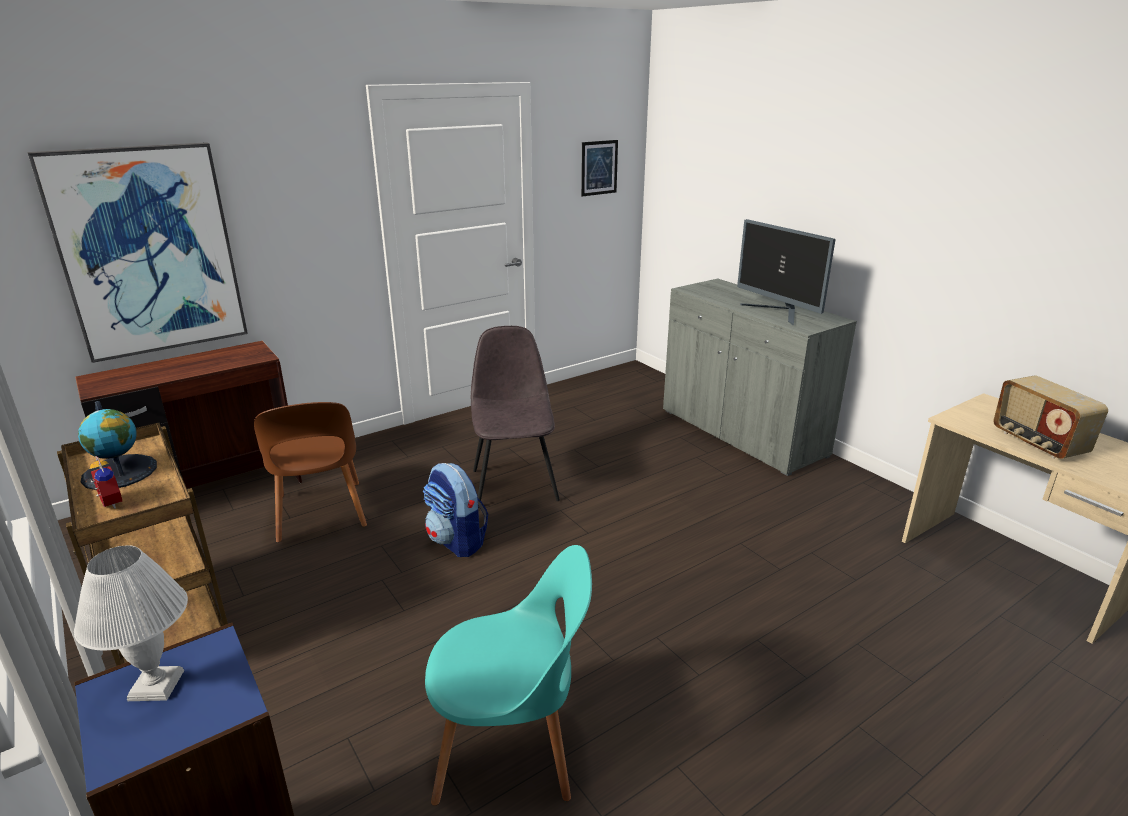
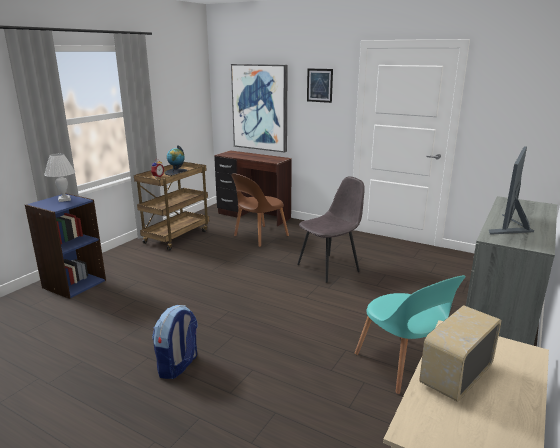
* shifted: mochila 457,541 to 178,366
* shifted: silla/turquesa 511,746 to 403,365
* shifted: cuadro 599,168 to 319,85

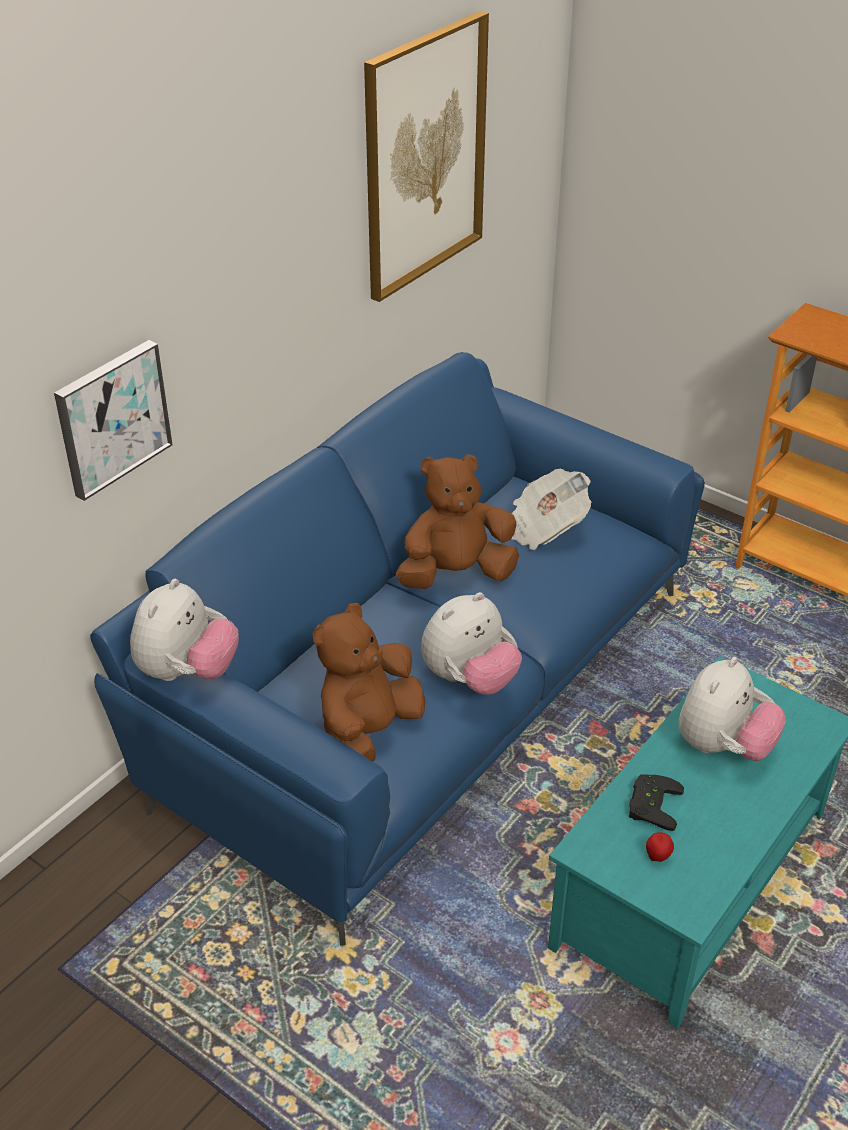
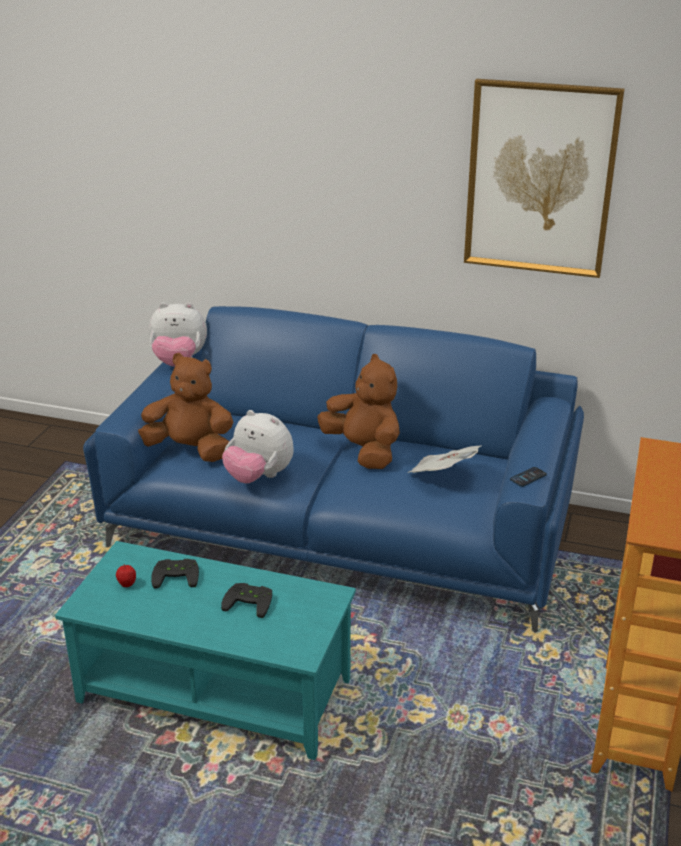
* gone: cuadro 111,418
* swapped: peluche 723,746 to mando de consola/negro 250,601
* new: móvil 528,477

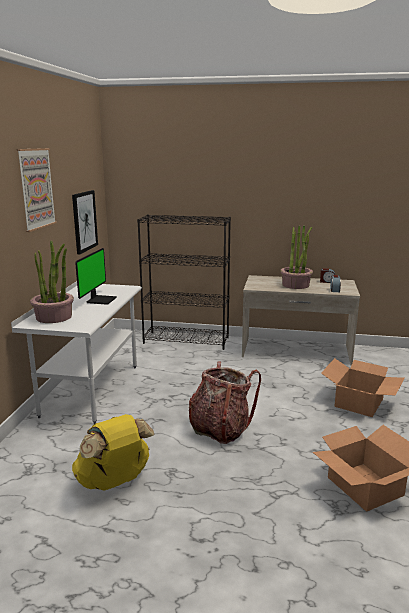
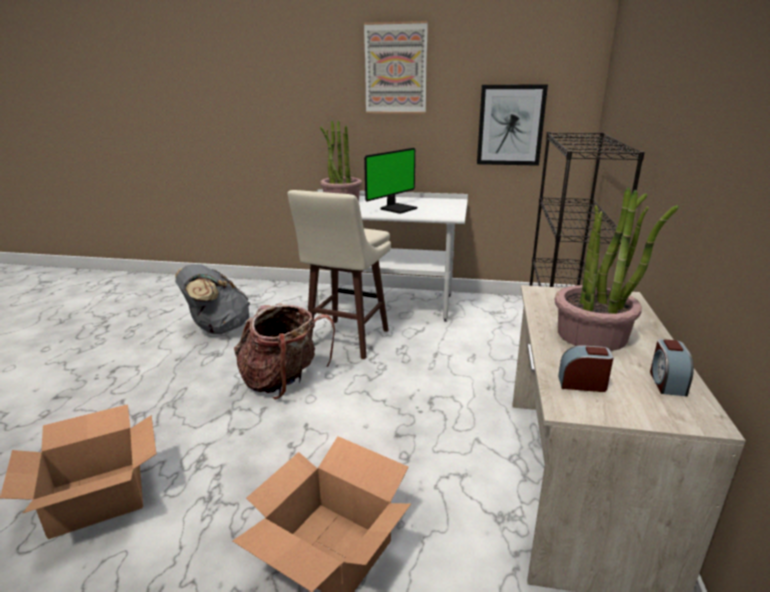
* repainted: mochila/amarillo 114,481 to mochila/gris 218,329
* rotated: monitor 100,300 = 397,208 60 degrees counterclockwise
* new: taburete/beis 346,340

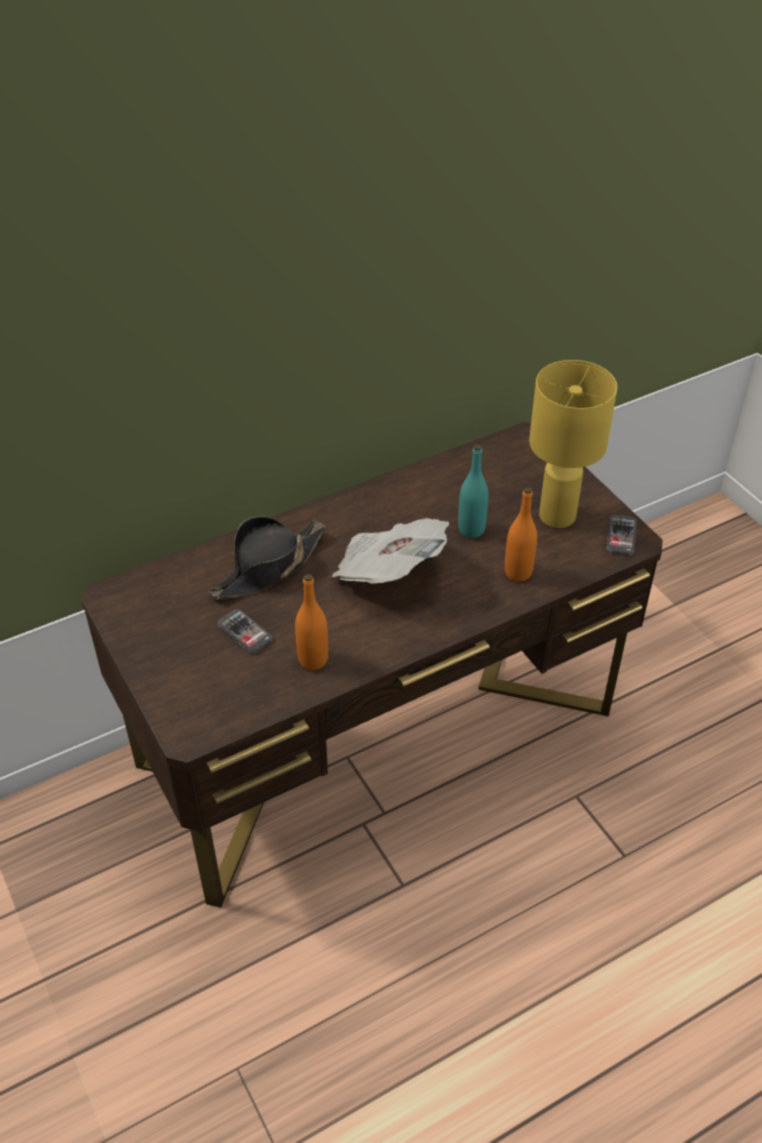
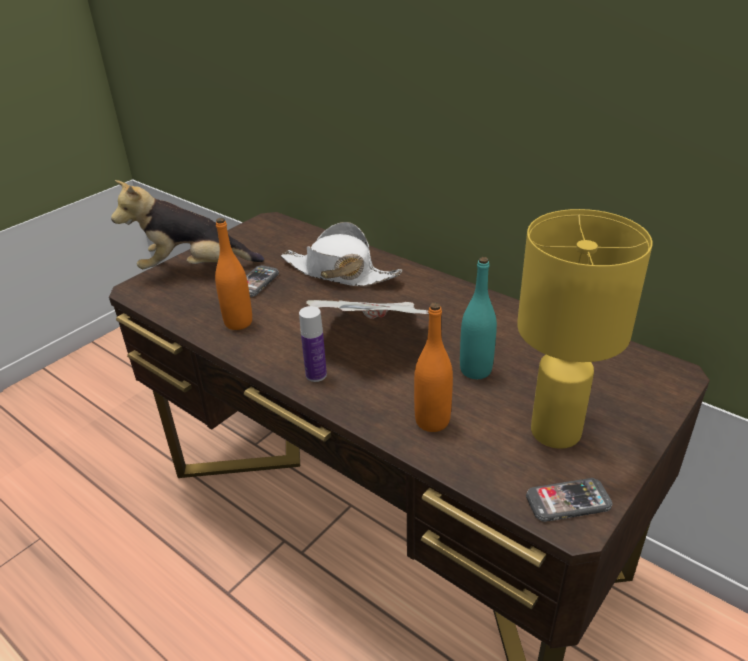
* repainted: sombrero/negro 268,567 to sombrero/blanco 339,272
* new: peluche 193,269
* new: botella 316,375

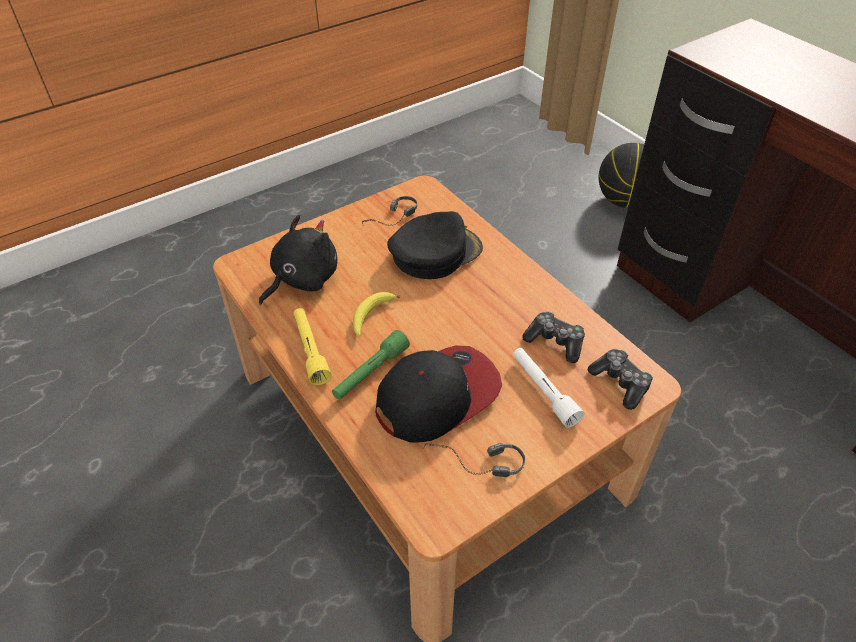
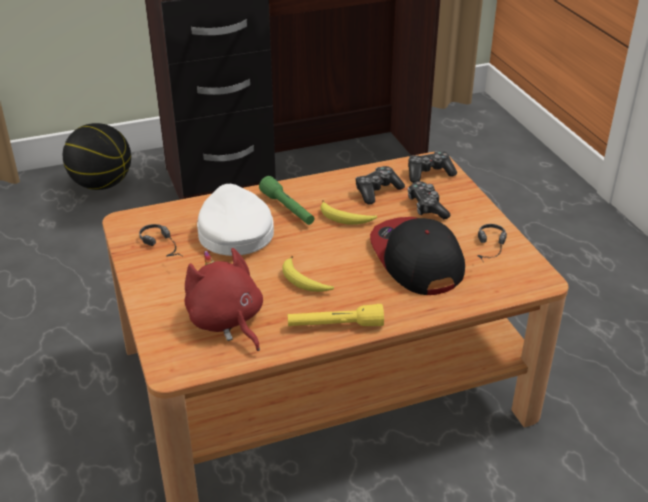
* repainted: peluche/negro 302,279 to peluche/rojo 226,321
* shifted: linterna/verde 370,373 to 288,209
* repainted: gorra/negro 435,252 to gorra/blanco 233,230
* swapped: linterna/blanco 543,391 to mando de consola 426,207
* new: plátano 345,218

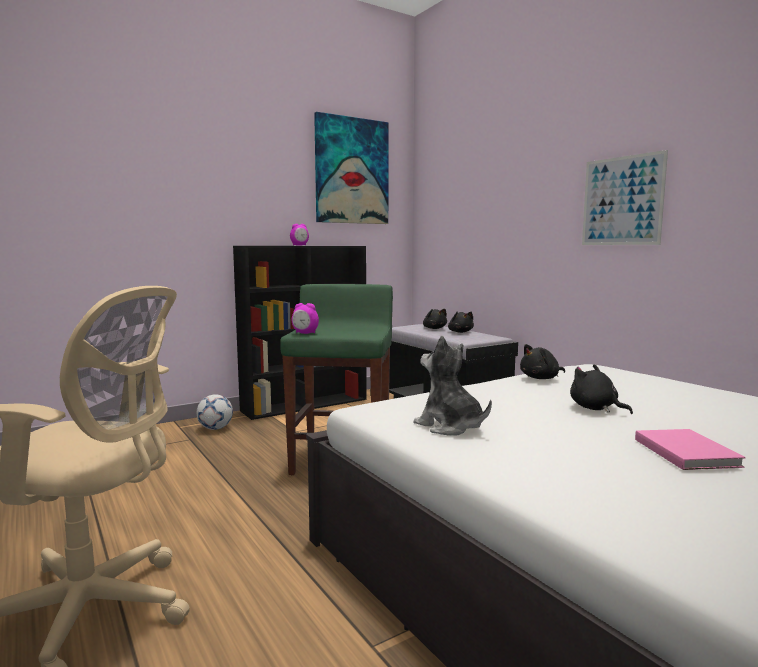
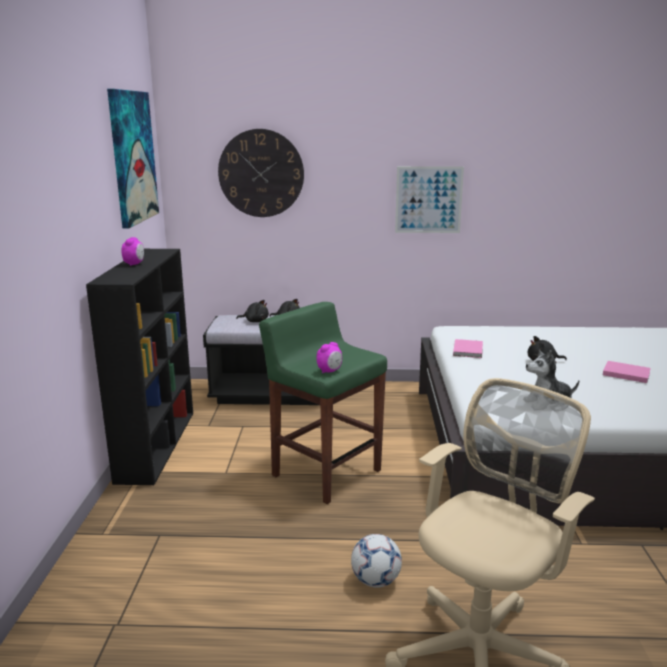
* shifted: balón de fútbol 215,428 to 375,581
* swapped: peluche/negro 541,378 to libro/rosa 468,350
* new: reloj de pared 261,173

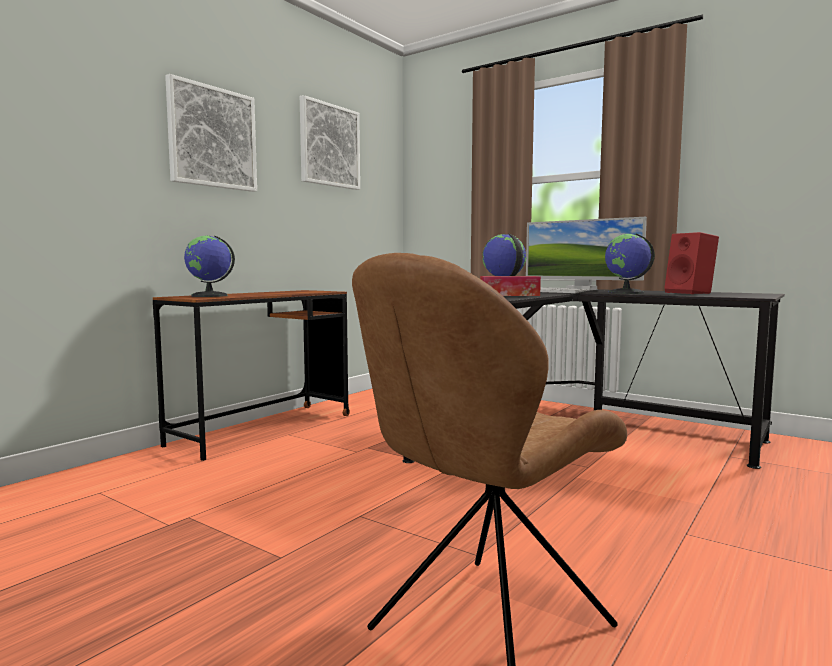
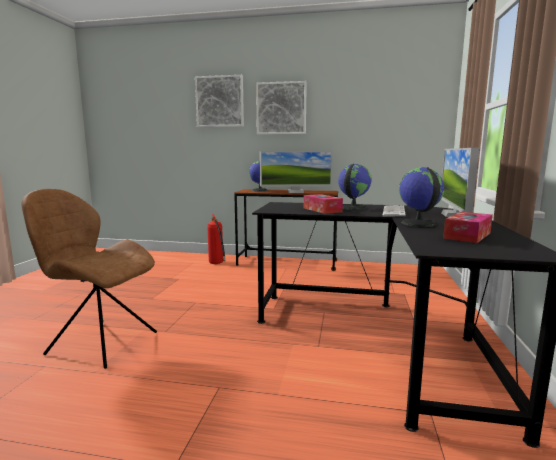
* shifted: cuadro 329,145 to 220,101
* swapped: altavoz/rojo 691,293 to caja de pañuelos 467,235
* new: extintor 217,264
* new: monitor 295,192

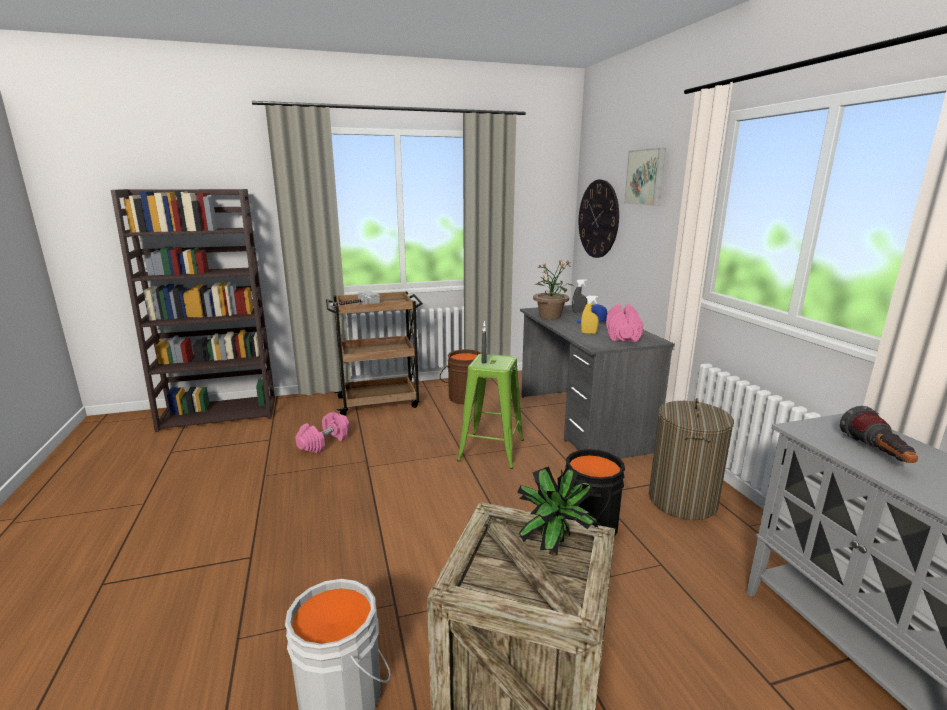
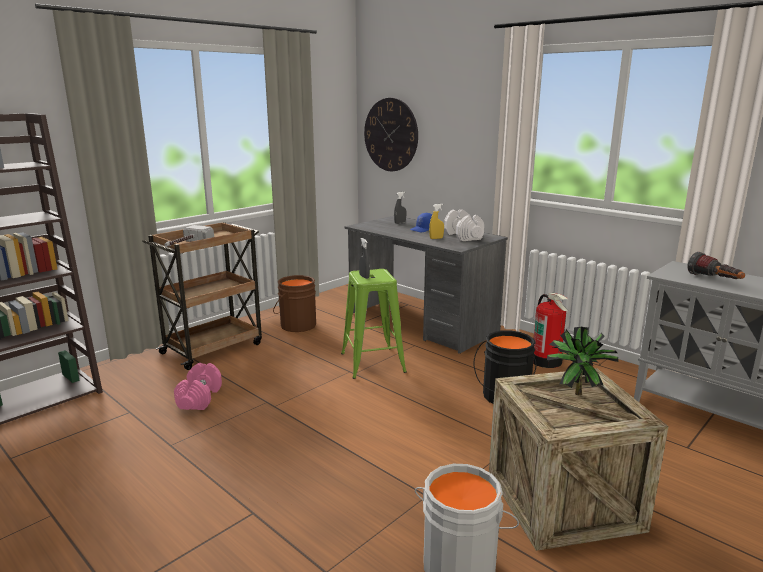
* gone: planta en maceta 550,316
* repainted: mancuerna/rosa 623,335 to mancuerna/blanco 463,236
* gone: cuadro 646,177
* swapped: cesto de la ropa 682,501 to extintor 546,361

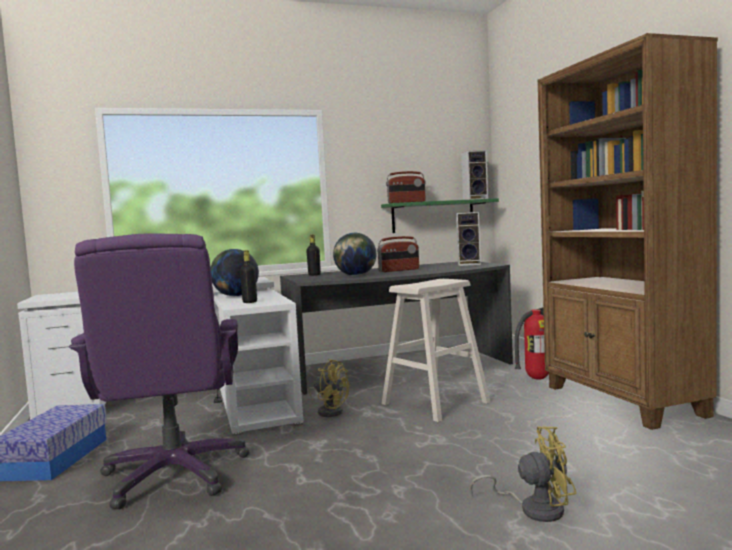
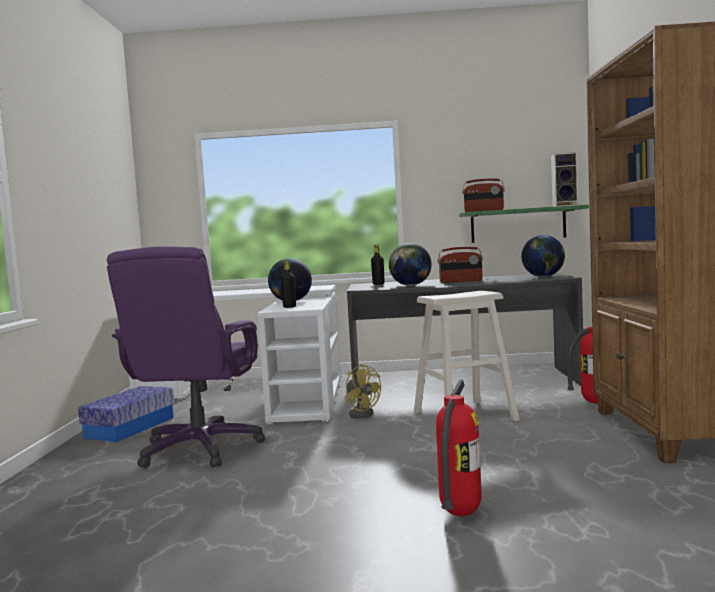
* swapped: altavoz 470,264 to globo terráqueo 543,276
* swapped: ventilador/amarillo 534,509 to extintor 459,514

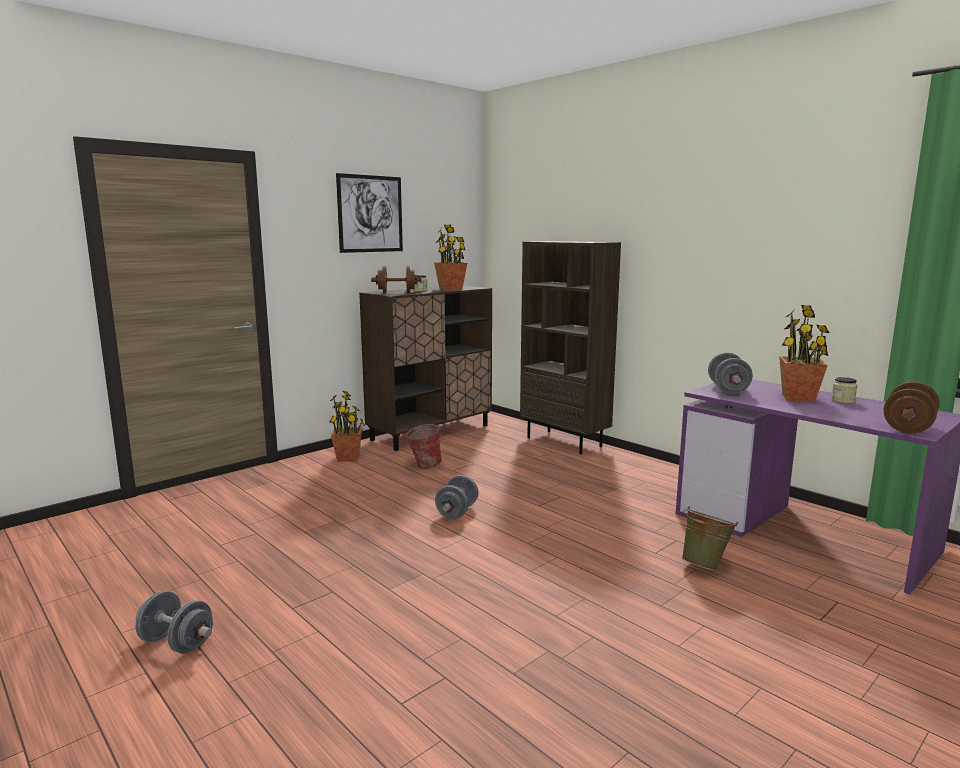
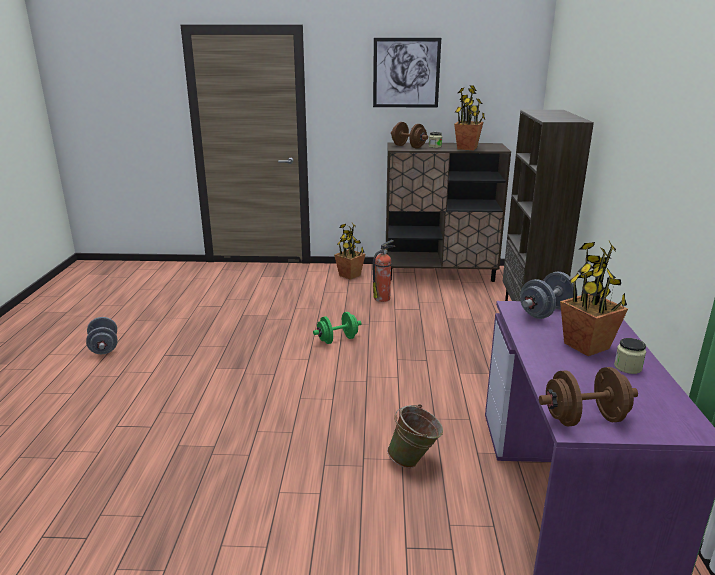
* swapped: cubo 423,466 to extintor 383,298
* repainted: mancuerna/gris 457,512 to mancuerna/verde 337,339

